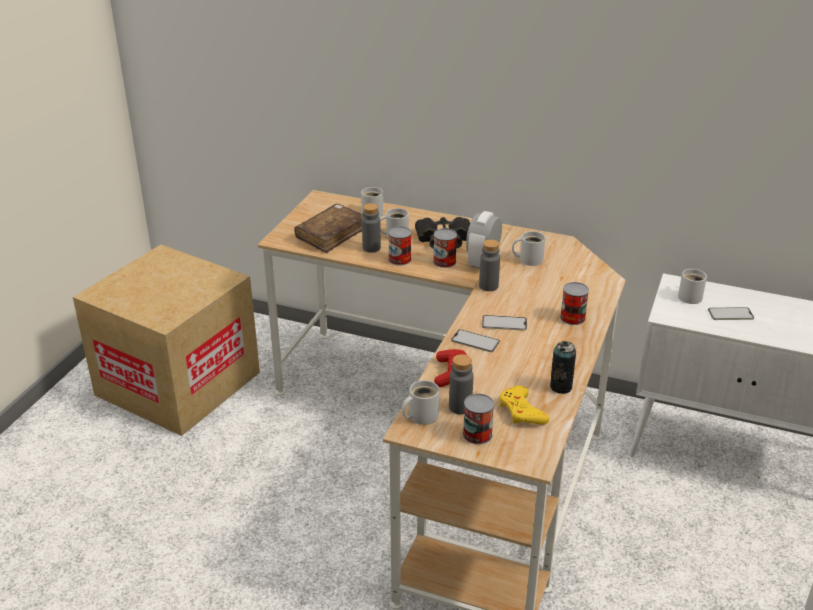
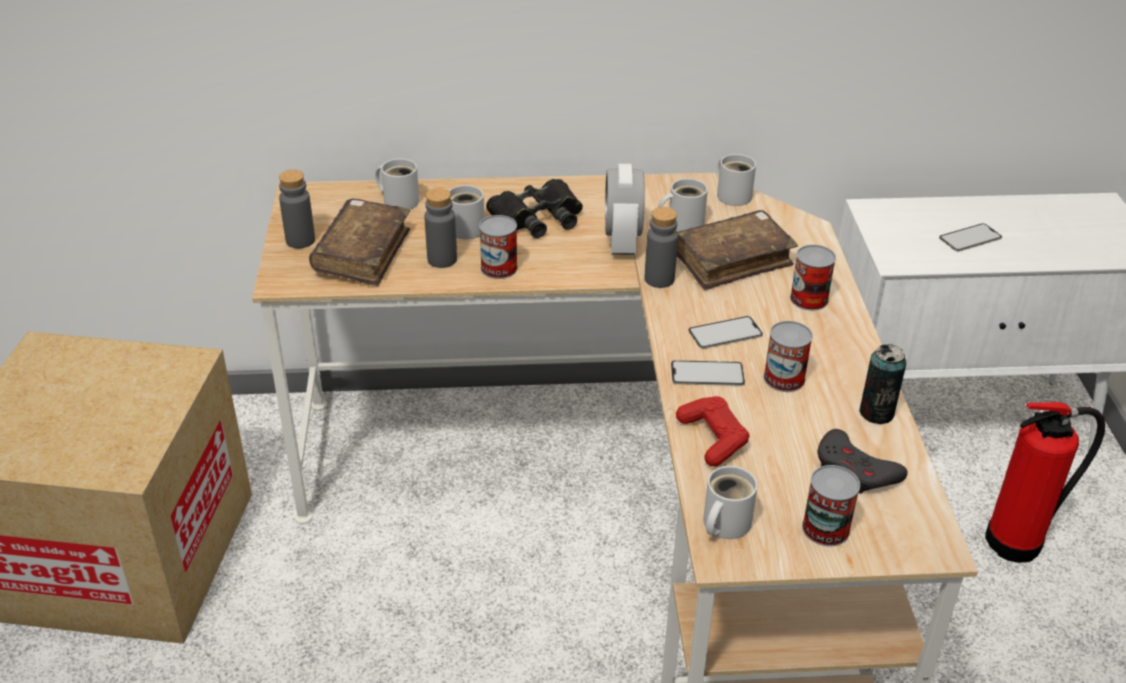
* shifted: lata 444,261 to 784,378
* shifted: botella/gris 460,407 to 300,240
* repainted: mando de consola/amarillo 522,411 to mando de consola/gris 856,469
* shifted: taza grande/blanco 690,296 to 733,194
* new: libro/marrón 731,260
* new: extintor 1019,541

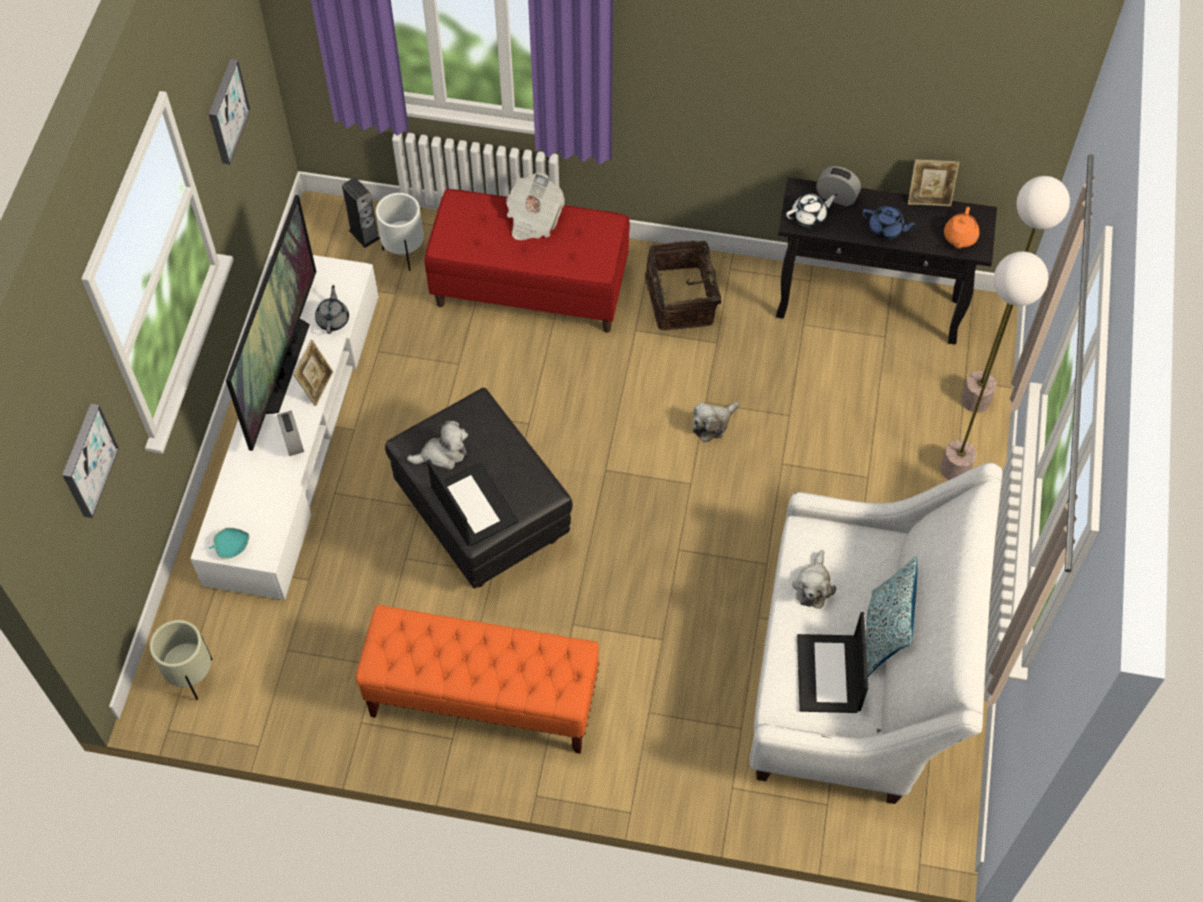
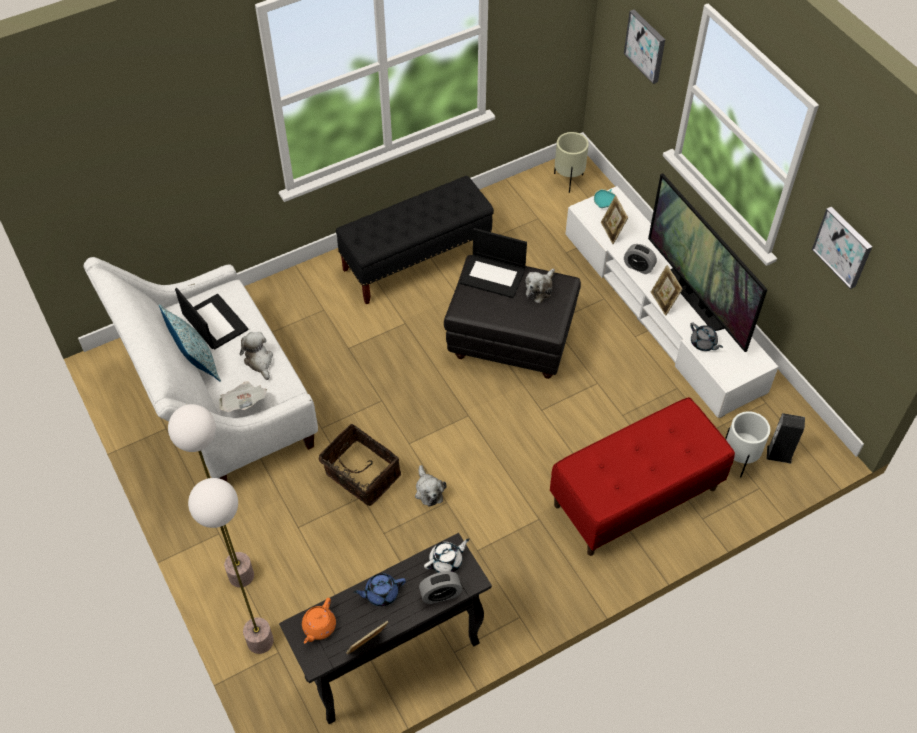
* repainted: banco/naranja 482,699 to banco/negro 417,260
* shifted: periódico 533,219 to 244,404
* shifted: cesta 682,299 to 361,476
* rotated: peluche 712,424 = 428,490 150 degrees clockwise
* rotated: tetera/blanco 809,216 = 446,561 150 degrees counterclockwise
* rotated: tetera/naranja 959,238 = 319,627 135 degrees counterclockwise
* new: portarretratos 612,232

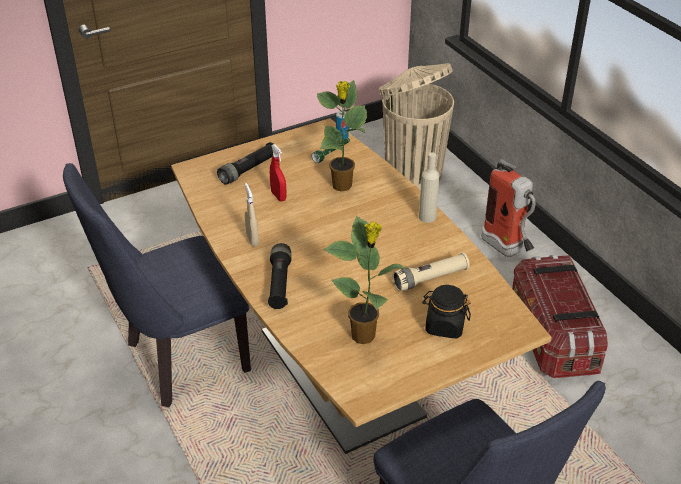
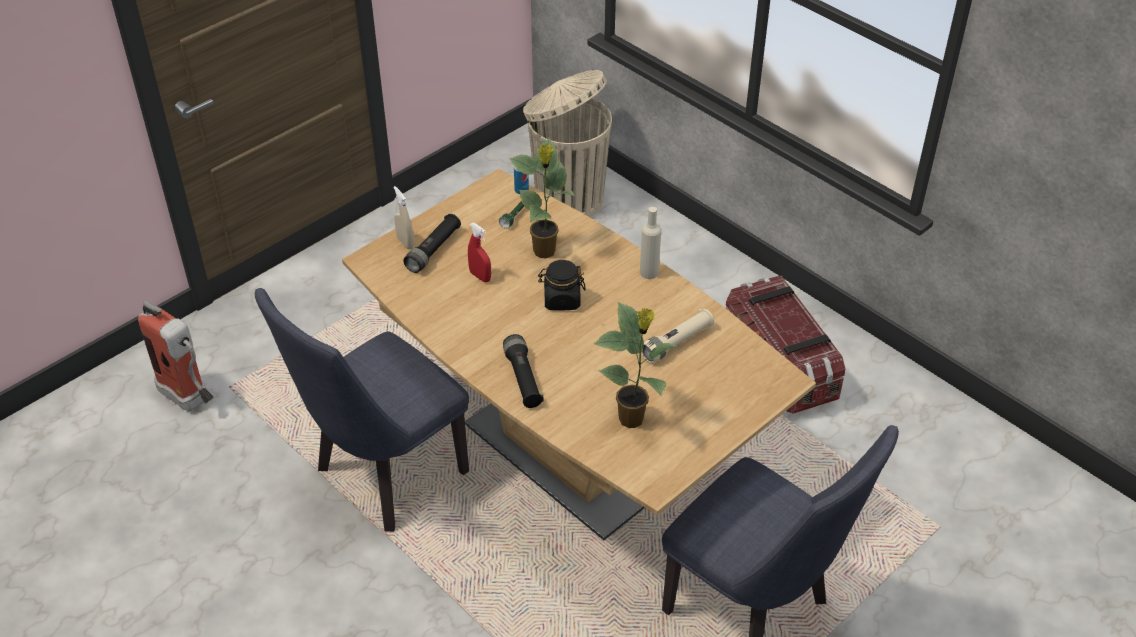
* shifted: pulverizador/beis 252,240 to 405,242
* shifted: tarro/negro 444,326 to 561,300
* shifted: extintor 507,250 to 191,401

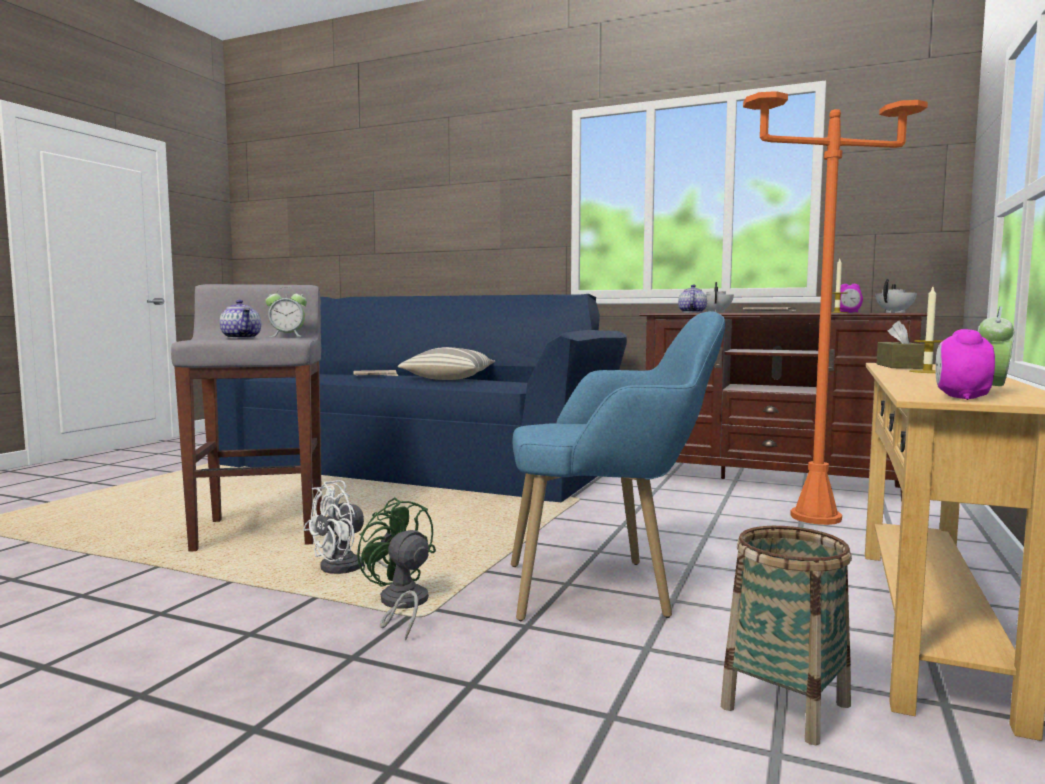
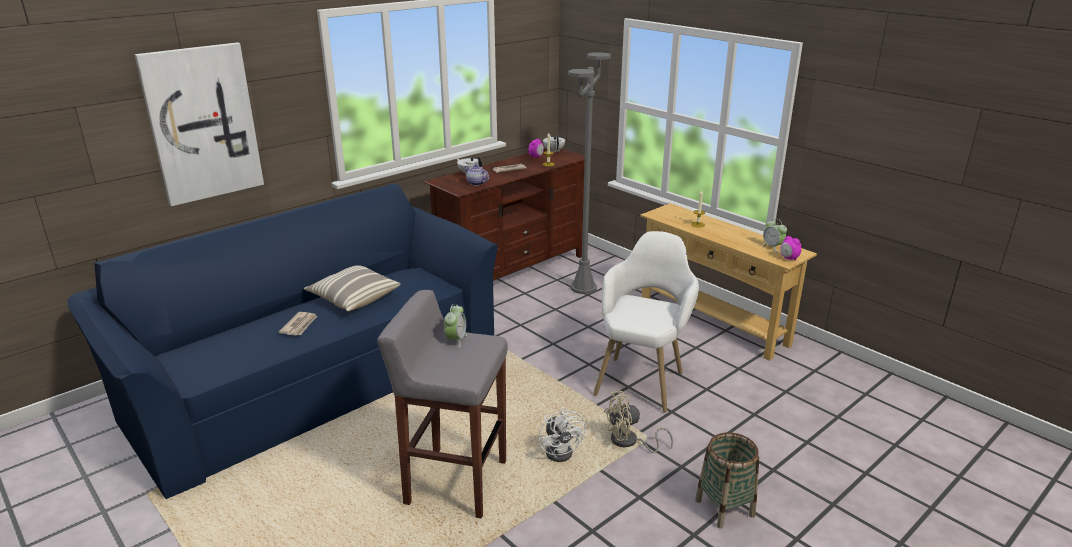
* gone: tetera 242,338
* repainted: ventilador/verde 401,606 to ventilador/beis 629,442
* repainted: sillón/azul 610,589 to sillón/blanco 642,377
* shifted: cesta 785,705 to 724,508
* repainted: lámpara de pie/naranja 815,517 to lámpara de pie/gris 583,288
* gone: caja de pañuelos/marrón 899,366
* new: cuadro 202,123

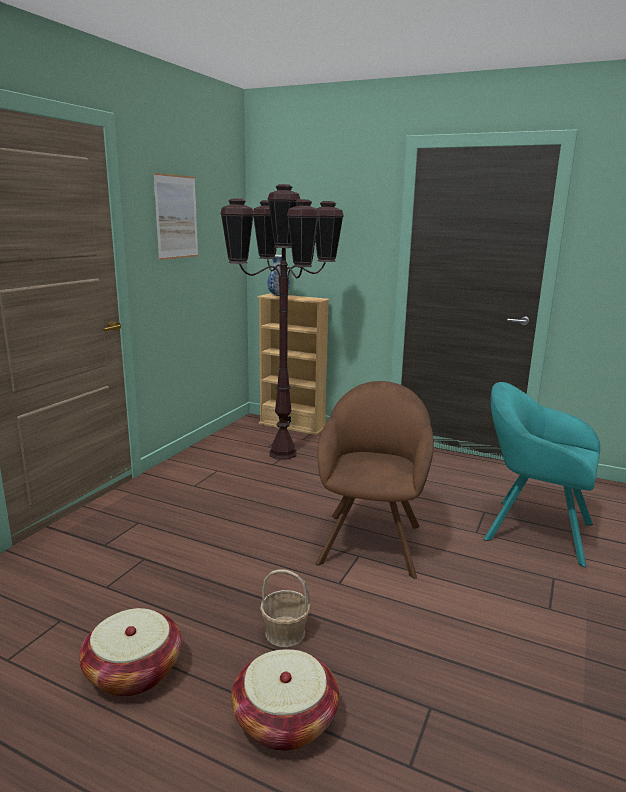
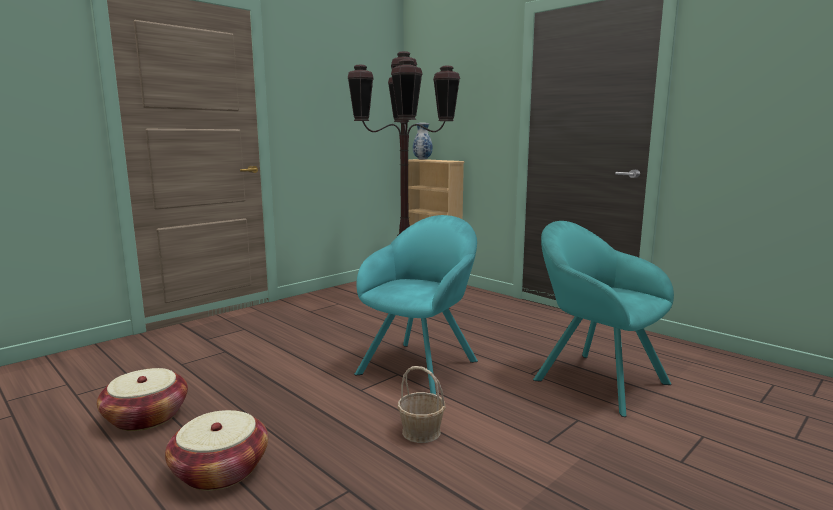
* gone: cuadro 176,217
* shifted: cesta 285,633 to 421,432
* repainted: sillón/marrón 371,540 to sillón/turquesa 421,365

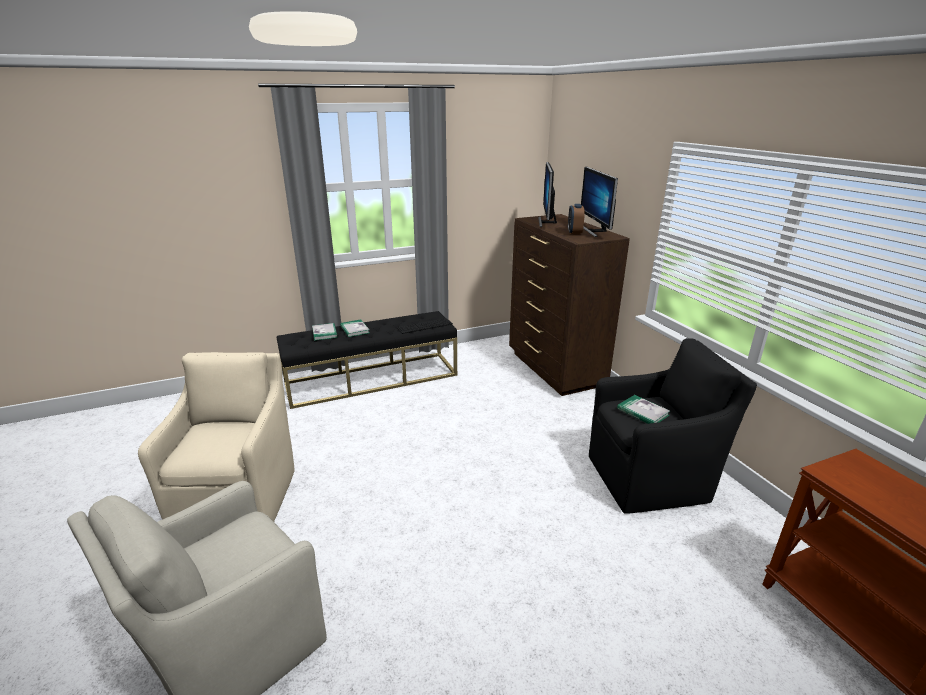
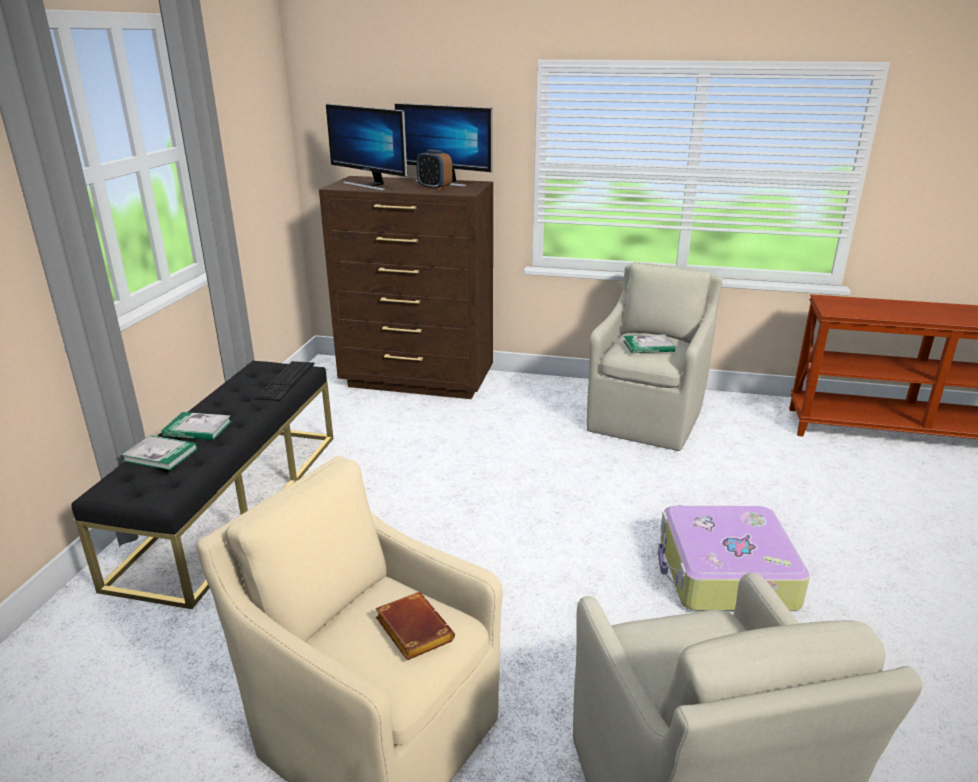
* repainted: sillón/negro 651,478 to sillón/beis 647,418
* new: libro/marrón 411,630
* new: maleta 724,574

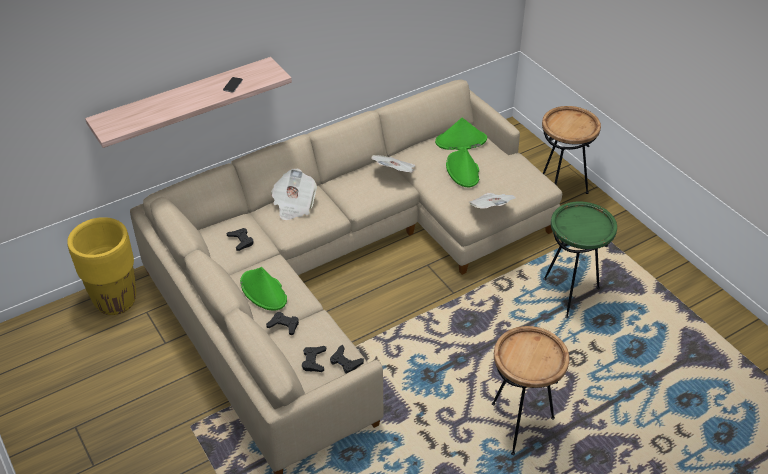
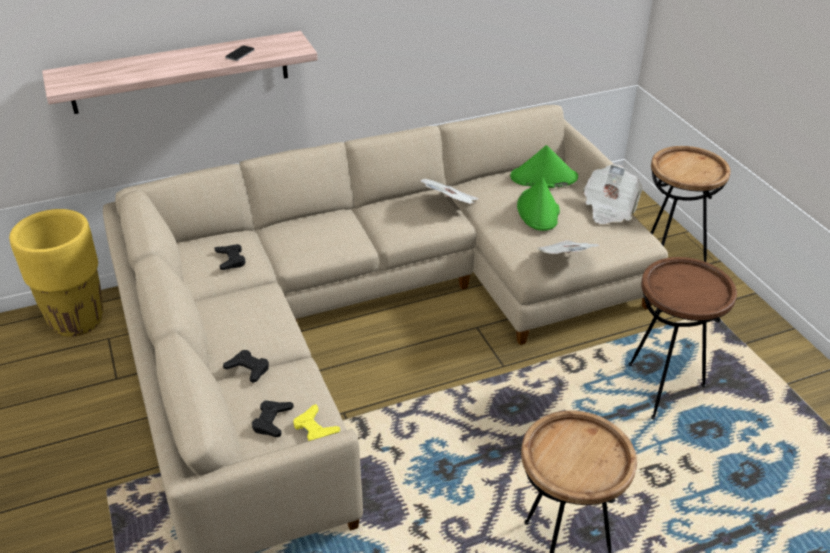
* gone: sombrero/verde 264,291
* shifted: periódico 294,205 to 609,209
* repainted: mando de consola/negro 345,362 to mando de consola/amarillo 315,429
* repainted: mesa auxiliar/verde 569,294 to mesa auxiliar/marrón 662,389

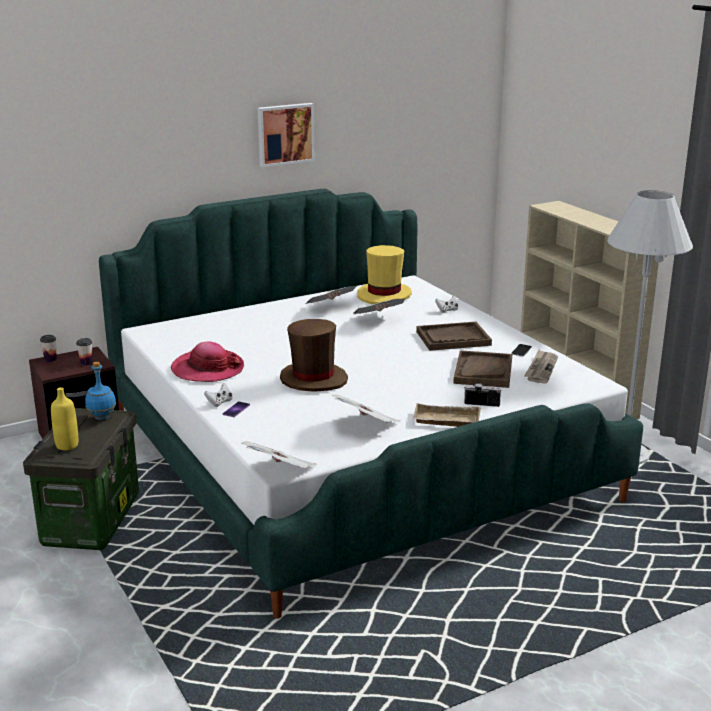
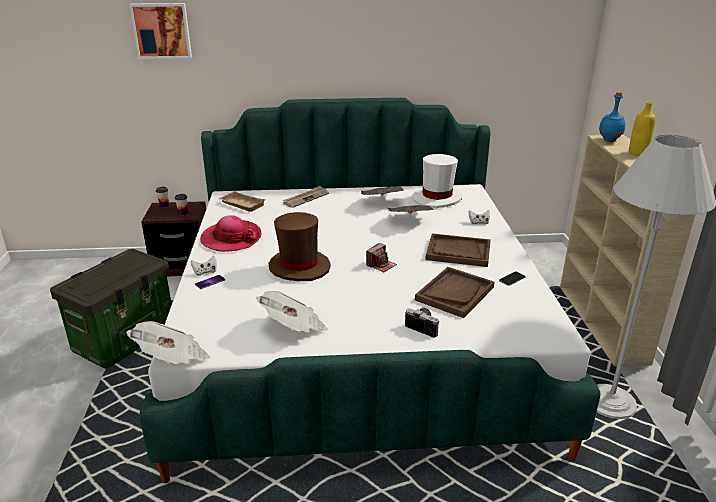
* shifted: botella/amarillo 67,445 to 637,153
* shifted: botella/azul 101,417 to 609,140
* shifted: cuadro 285,134 to 162,30
* repainted: sombrero/amarillo 384,295 to sombrero/blanco 437,198
* shifted: bandeja/beis 445,421 to 241,205
* shifted: periódico 541,368 to 306,198
* new: cámara 381,265

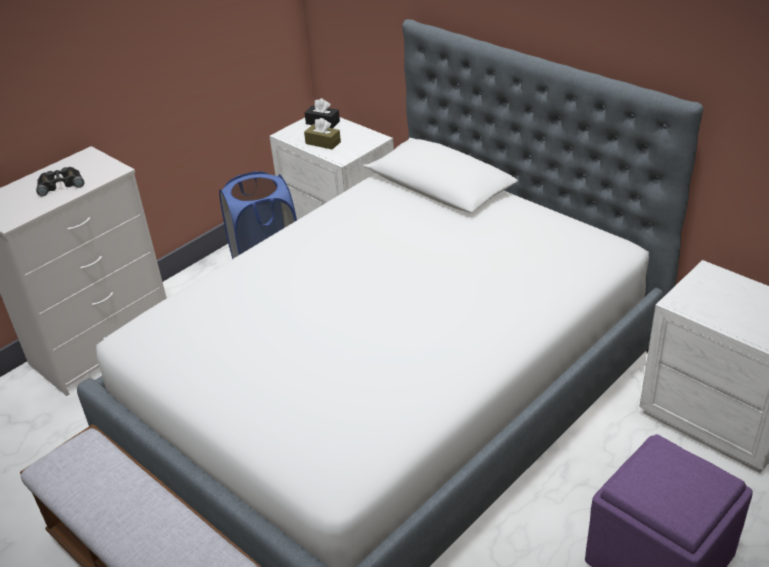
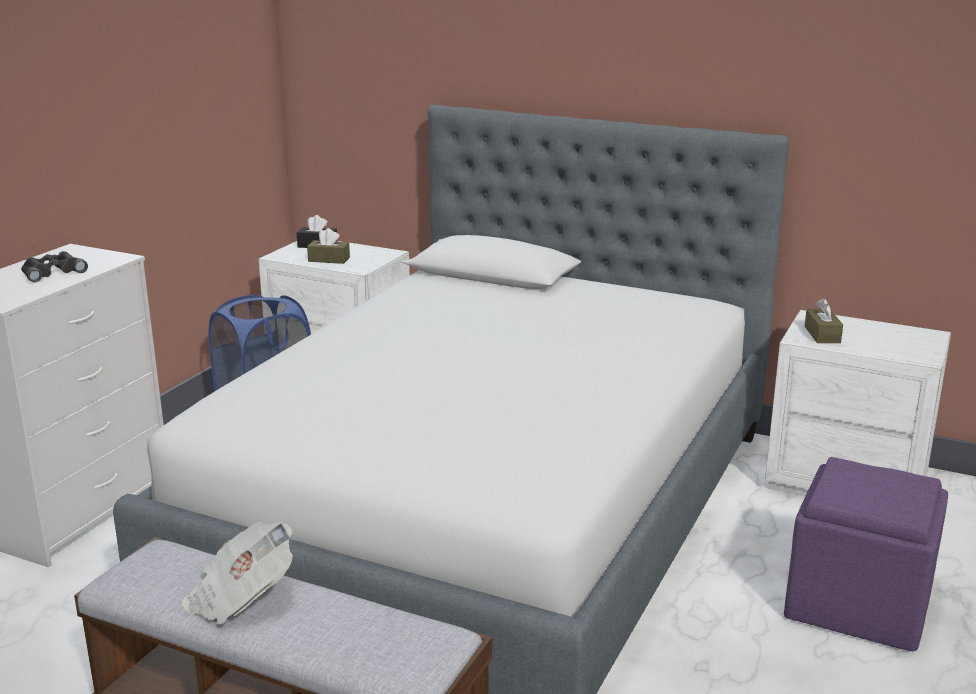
* new: periódico 240,597
* new: caja de pañuelos/marrón 822,334

